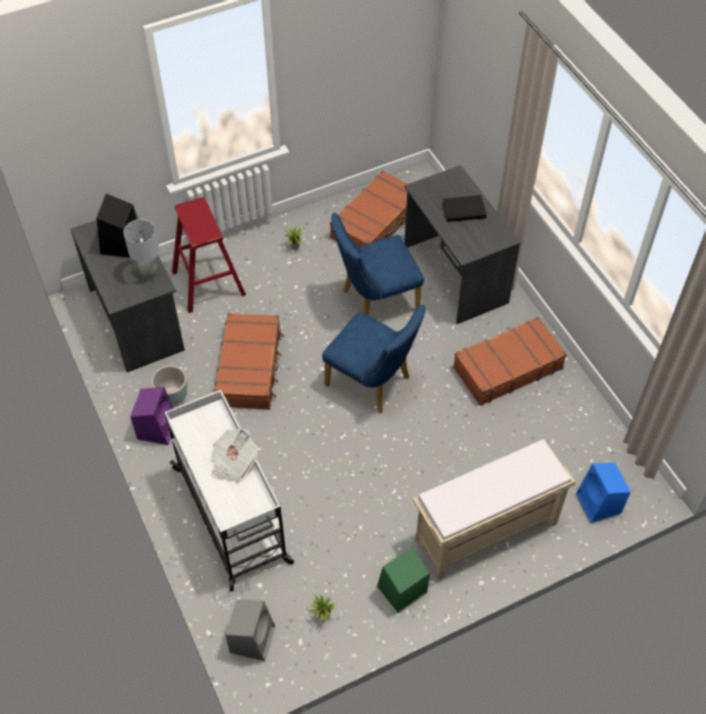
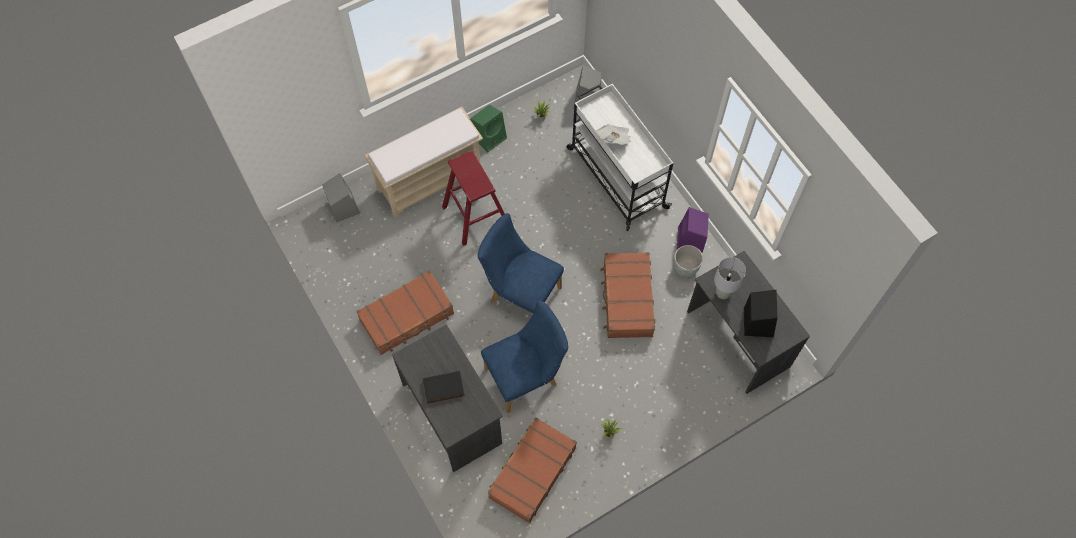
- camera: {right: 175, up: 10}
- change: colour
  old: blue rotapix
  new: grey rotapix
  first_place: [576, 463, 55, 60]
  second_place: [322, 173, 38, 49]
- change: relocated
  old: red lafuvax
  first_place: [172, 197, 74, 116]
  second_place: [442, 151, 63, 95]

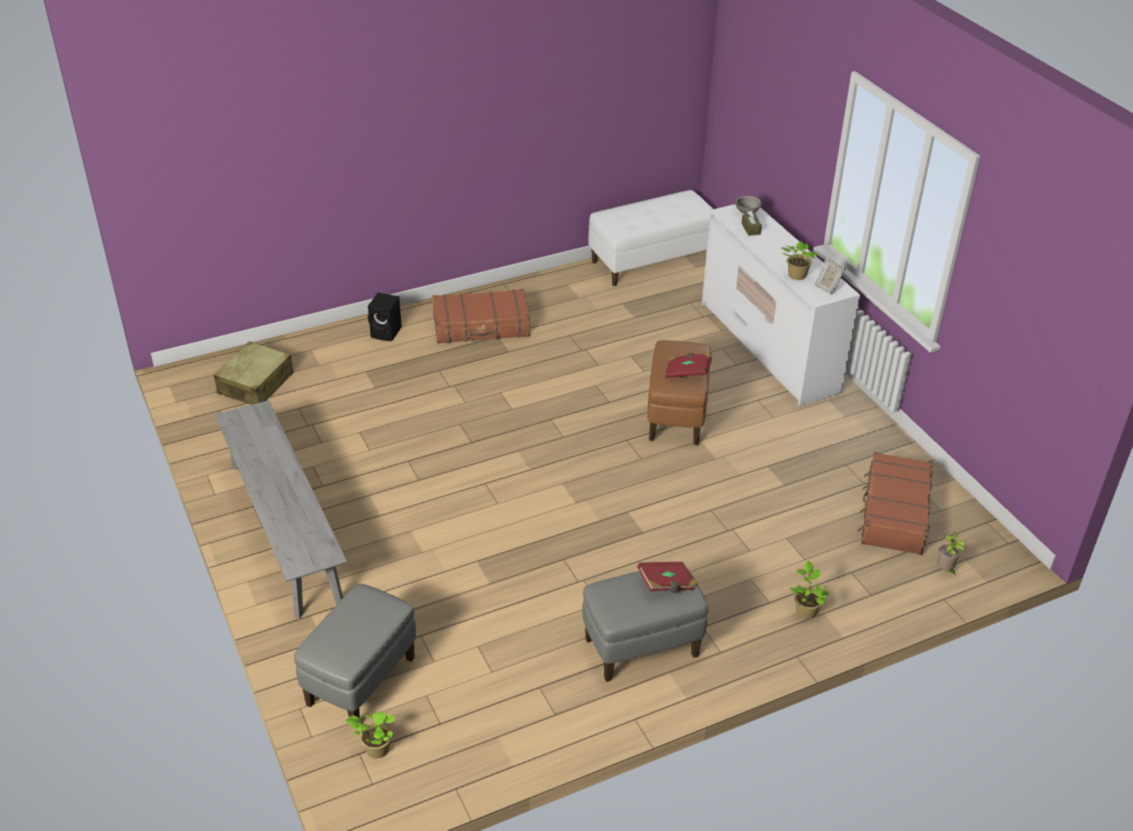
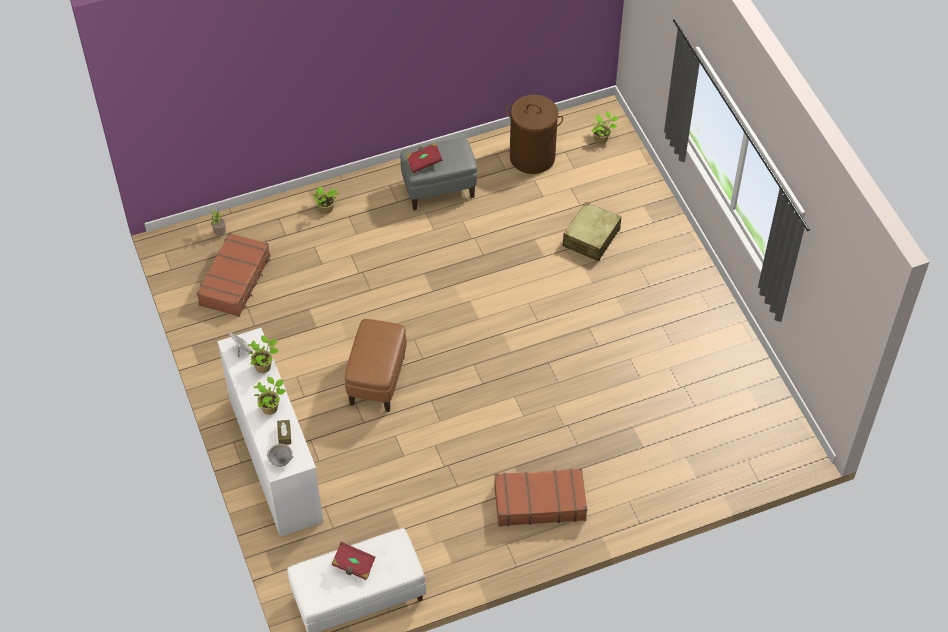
- camera: {right: -175, up: 15}
- change: appeared
  new: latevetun
  second_place: [253, 377, 33, 38]
- change: relocated
  old: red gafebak
  first_place: [665, 353, 47, 25]
  second_place: [331, 542, 45, 38]
- change: appeared
  new: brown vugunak
  second_place: [506, 95, 57, 79]
- change: relocated
  old: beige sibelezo
  first_place: [214, 341, 80, 64]
  second_place: [563, 202, 58, 59]
- change: missing
  old: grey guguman
  first_place: [215, 400, 132, 219]
- change: missing
  old: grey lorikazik
  first_place: [294, 584, 122, 142]
- change: missing
  old: black rotapix
  first_place: [368, 293, 34, 48]

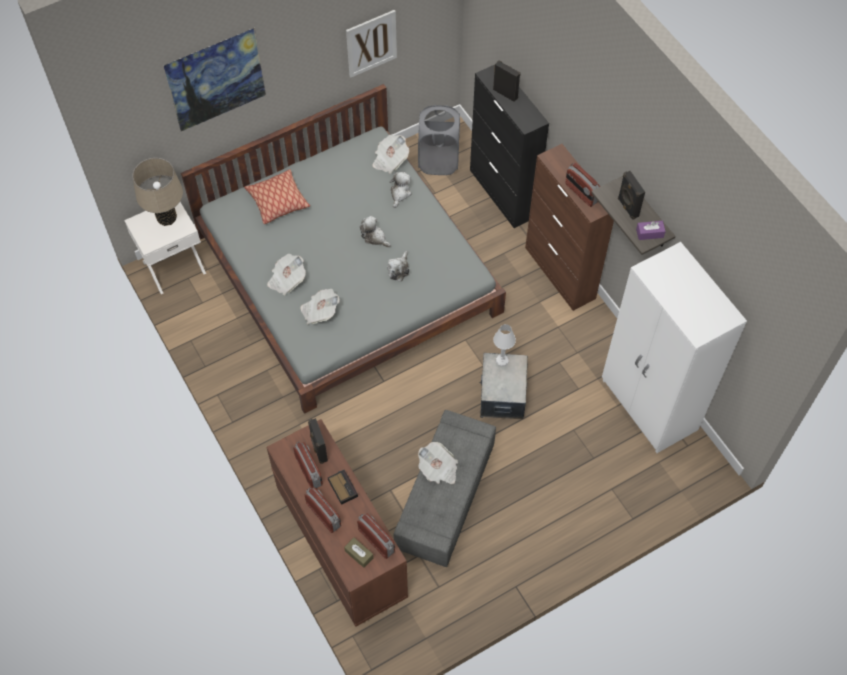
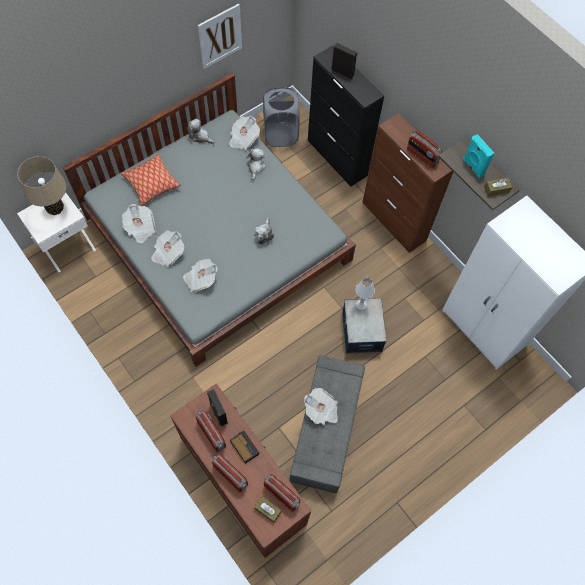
- camera: {right: -10, up: 5}
- change: appeared
  new: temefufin
  second_place: [122, 204, 34, 40]
- change: relocated
  old: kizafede
  first_place: [360, 216, 31, 31]
  second_place: [187, 119, 27, 25]
- change: colour
  old: black rotapix
  new: turquoise rotapix
  first_place: [618, 171, 27, 49]
  second_place: [463, 134, 31, 44]
- change: colour
  old: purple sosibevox
  new: brown sosibevox
  first_place: [636, 221, 30, 19]
  second_place: [484, 177, 28, 20]
- change: missing
  old: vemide
  first_place: [163, 28, 103, 103]

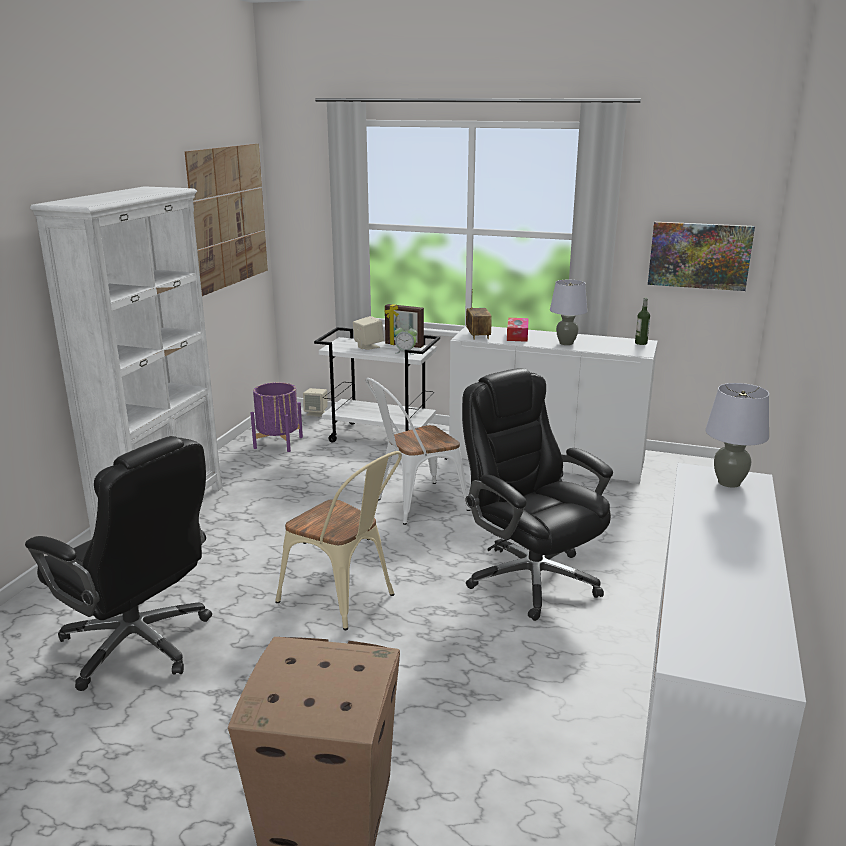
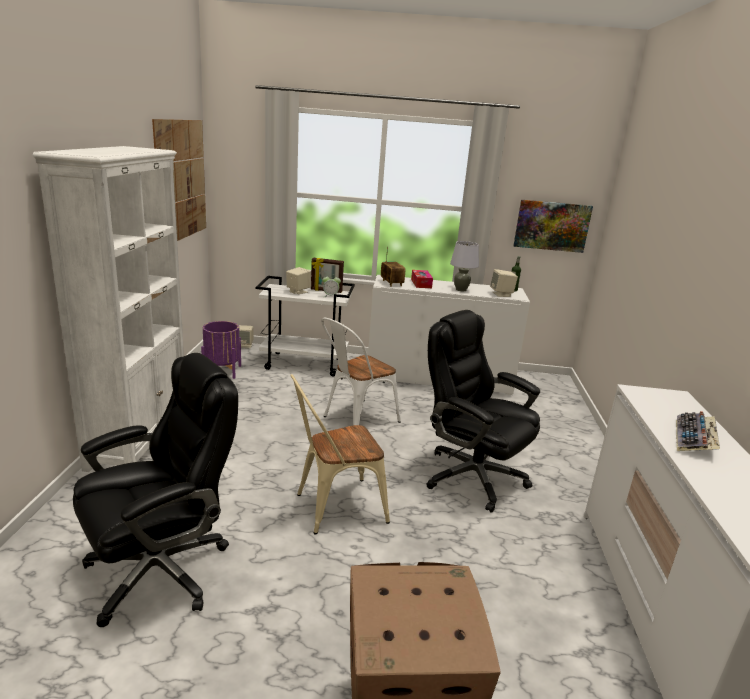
- camera: {right: -15, up: 0}
- change: spun
  old: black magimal
  first_place: [25, 436, 187, 255]
  second_place: [73, 353, 165, 274]
  degrees: -60
- change: spun
  old: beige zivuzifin
  first_place: [275, 451, 127, 179]
  second_place: [290, 374, 100, 160]
  degrees: 135
- change: appeared
  new: beige rotapix
  second_place: [490, 269, 28, 28]
- change: appeared
  new: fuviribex
  second_place: [676, 411, 44, 40]
- change: missing
  old: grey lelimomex
  first_place: [705, 383, 64, 105]

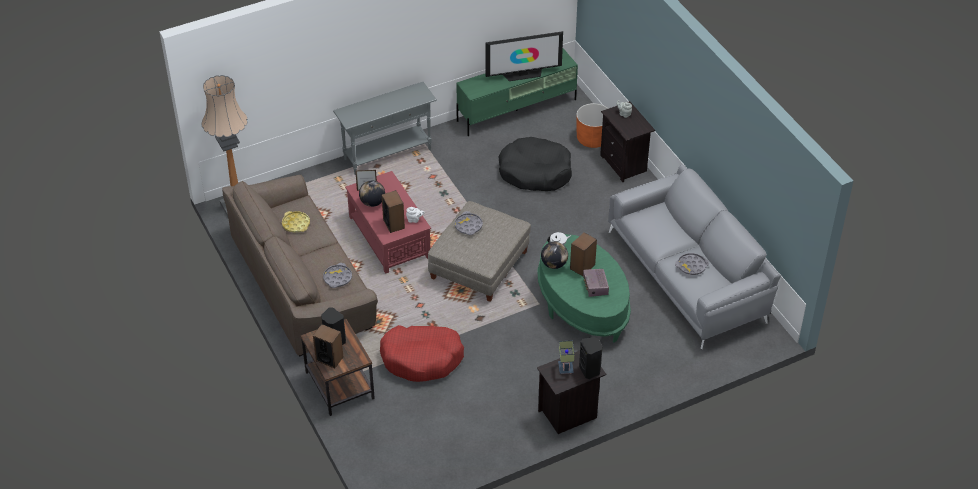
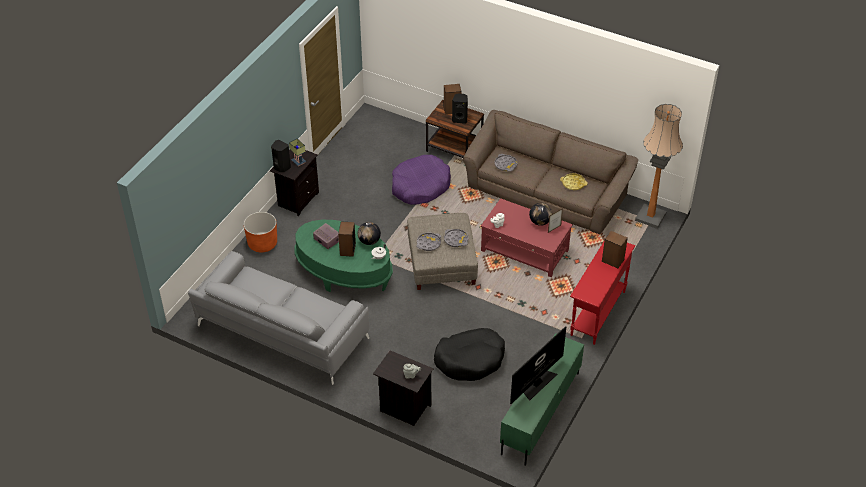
- camera: {right: 145, up: 0}
- change: relocated
  old: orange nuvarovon
  first_place: [576, 103, 33, 45]
  second_place: [243, 212, 34, 41]
- change: colour
  old: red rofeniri
  new: purple rofeniri
  first_place: [380, 325, 84, 57]
  second_place: [392, 155, 59, 50]
- change: relocated
  old: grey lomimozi
  first_place: [675, 253, 34, 22]
  second_place: [417, 233, 24, 18]
- change: colour
  old: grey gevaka
  new: red gevaka
  first_place: [333, 82, 104, 93]
  second_place: [570, 235, 65, 110]
- change: relocated
  old: rotapix
  first_place: [382, 190, 23, 43]
  second_place: [602, 231, 26, 37]

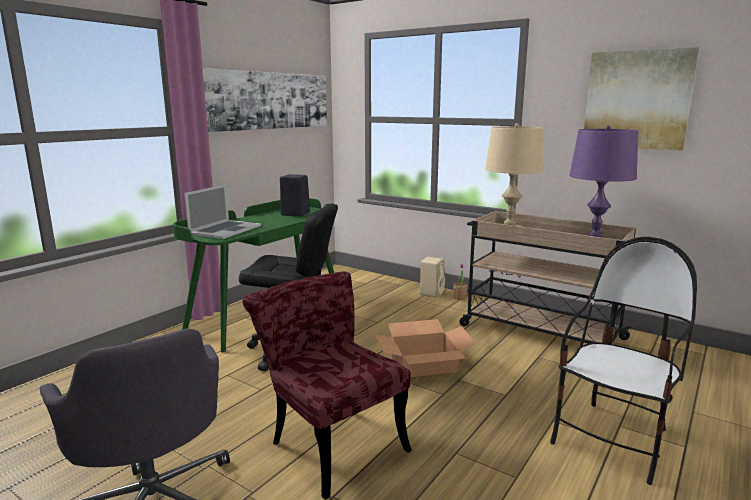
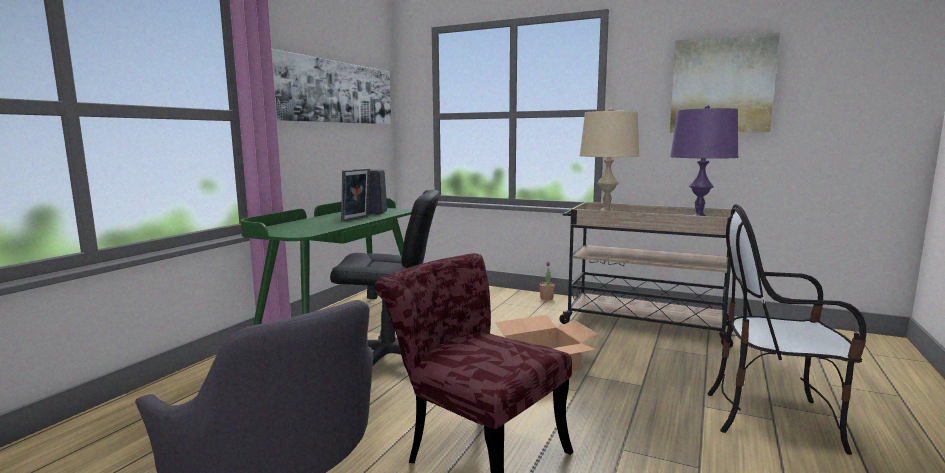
- camera: {right: -10, up: -5}
- change: appeared
  new: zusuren
  second_place: [341, 168, 29, 53]
- change: spun
  old: zivuzifin
  first_place: [550, 237, 147, 248]
  second_place: [707, 204, 159, 251]
  degrees: -105
- change: missing
  old: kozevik
  first_place: [184, 185, 77, 54]
- change: missing
  old: beige rotapix
  first_place: [420, 257, 25, 41]

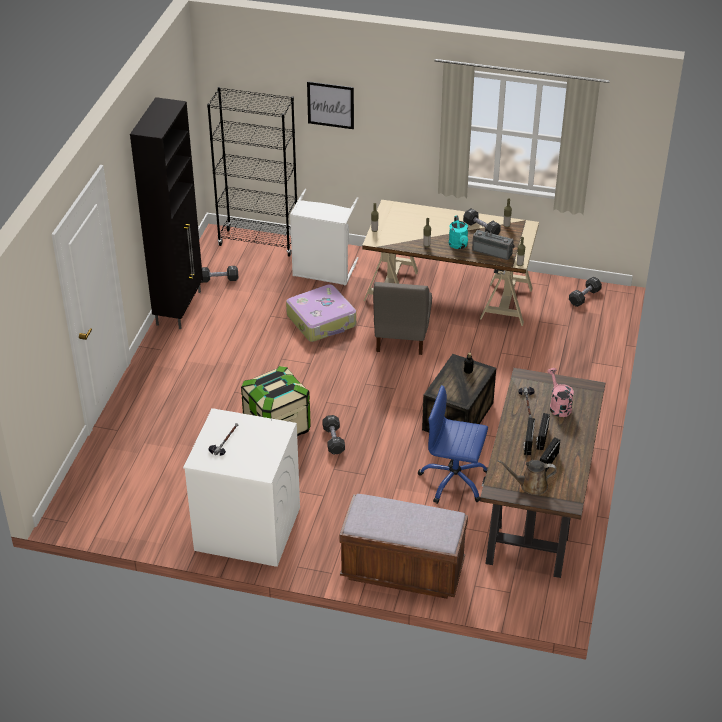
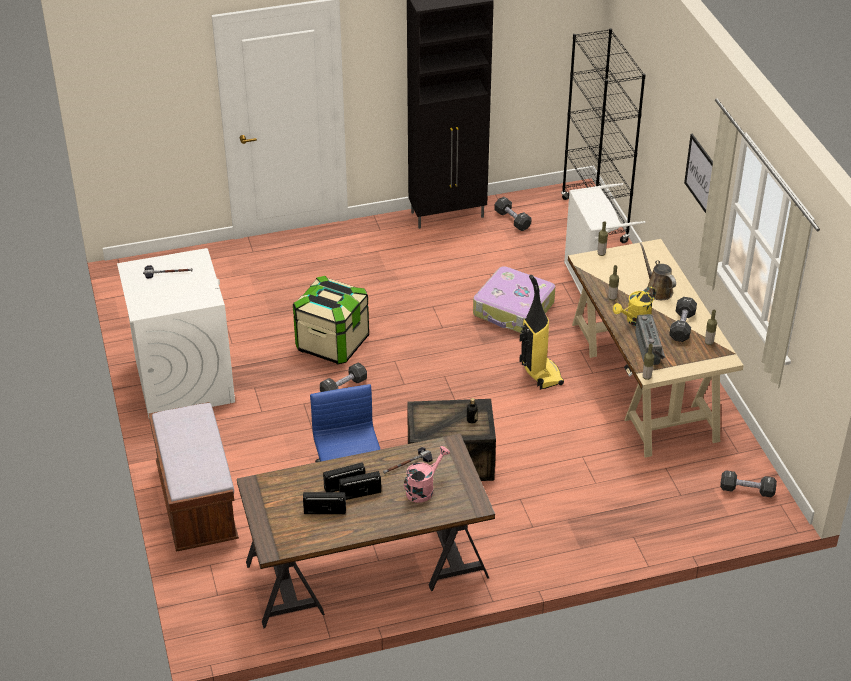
- camera: {right: 60, up: 0}
- change: exchanged
  old: grey zivuzifin
  new: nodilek
  first_place: [373, 282, 59, 73]
  second_place: [519, 275, 45, 115]
- change: colour
  old: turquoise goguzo
  new: yellow goguzo
  first_place: [449, 215, 19, 34]
  second_place: [613, 286, 43, 40]
- change: relocated
  old: brown goguzo
  first_place: [497, 460, 60, 35]
  second_place: [640, 243, 36, 57]
- change: relocated
  old: vemide
  first_place: [307, 81, 47, 48]
  second_place: [684, 134, 29, 79]

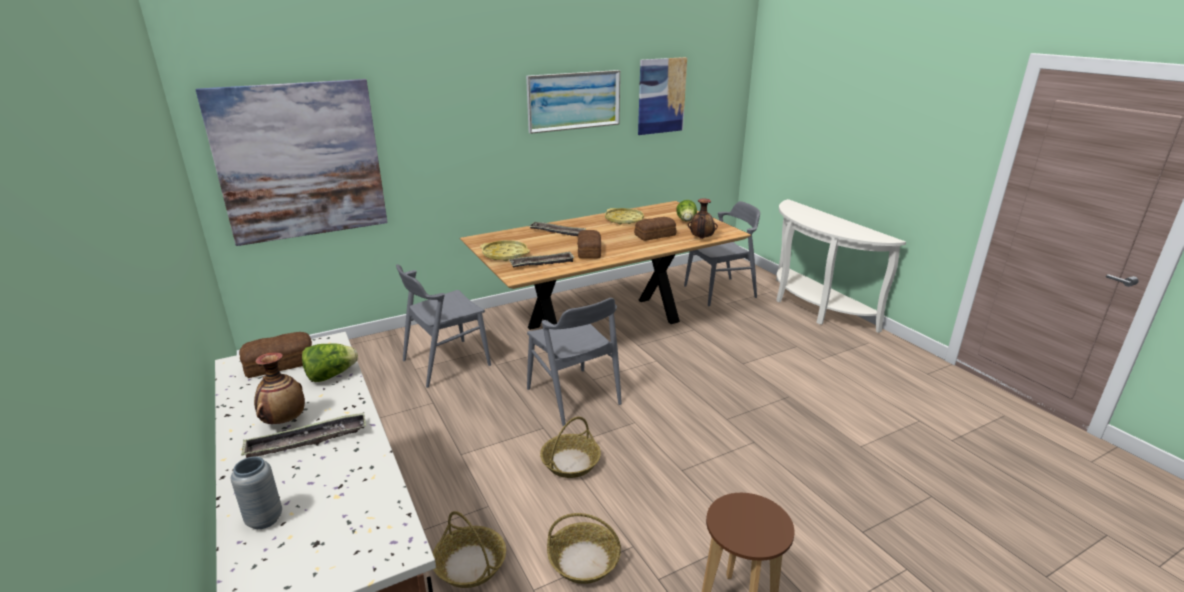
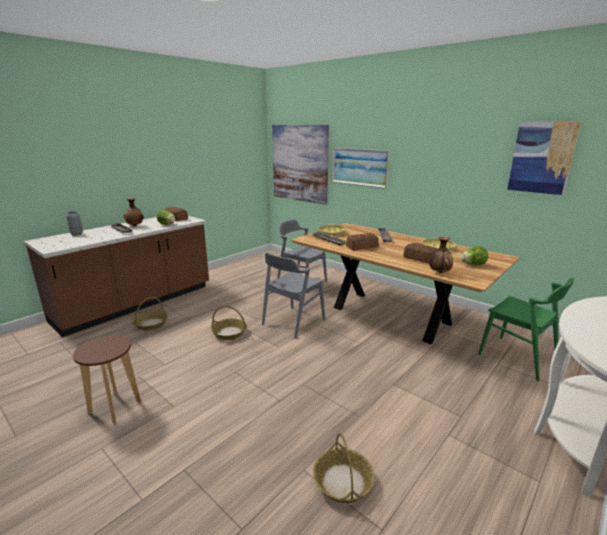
- camera: {right: 70, up: -5}
- change: relocated
  old: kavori
  first_place: [547, 513, 74, 71]
  second_place: [313, 433, 62, 70]
- change: relocated
  old: vemide
  first_place: [526, 70, 94, 64]
  second_place: [331, 148, 59, 41]
- change: colour
  old: grey zivuzifin
  new: green zivuzifin
  first_place: [684, 201, 76, 106]
  second_place: [478, 278, 96, 103]

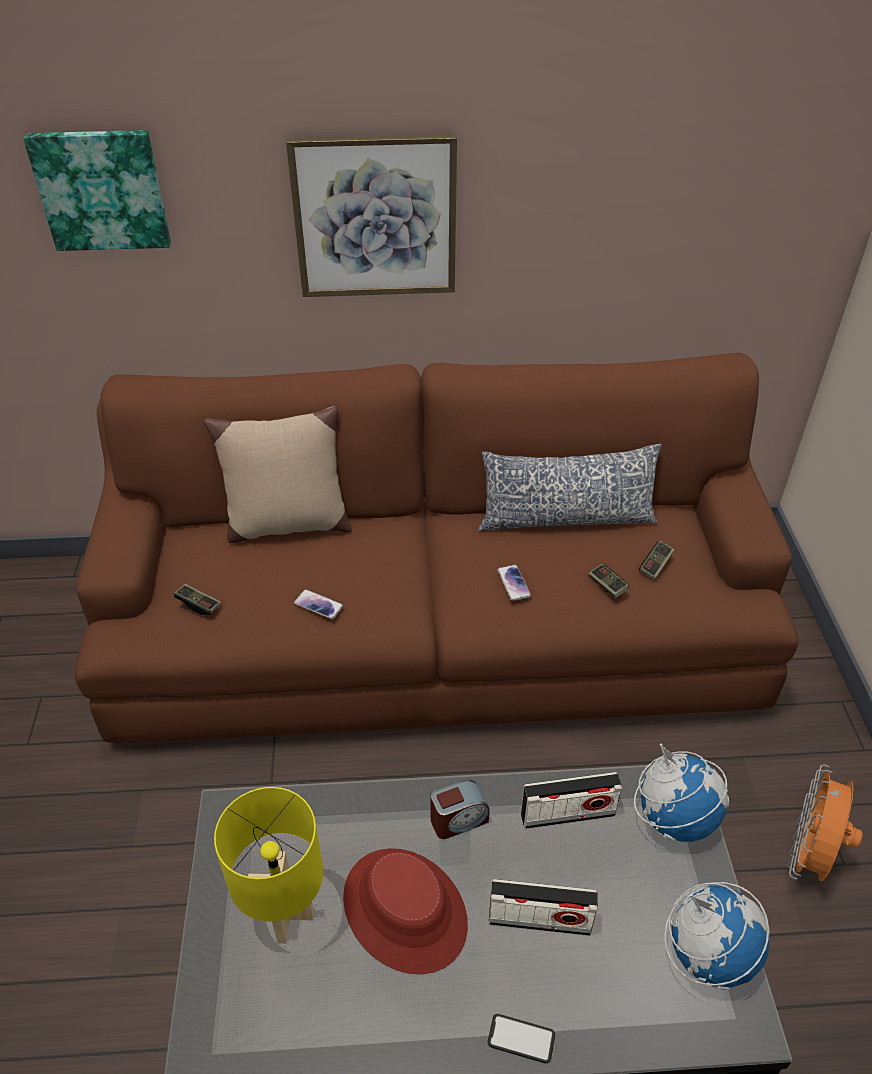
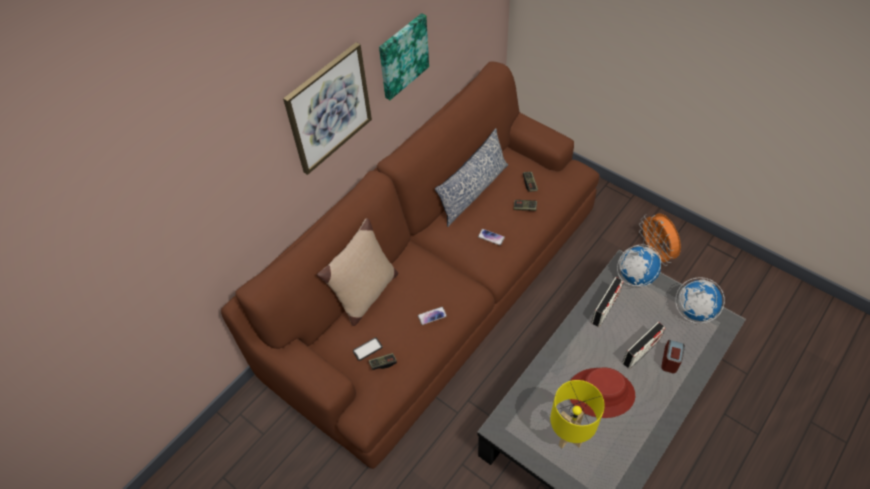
- camera: {right: -45, up: 10}
- change: relocated
  old: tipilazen
  first_place: [488, 1014, 67, 49]
  second_place: [353, 337, 30, 24]
- change: relocated
  old: vemide
  first_place: [23, 130, 148, 121]
  second_place: [379, 13, 50, 87]
- change: relocated
  old: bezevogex
  first_place: [430, 780, 60, 59]
  second_place: [661, 340, 24, 33]

